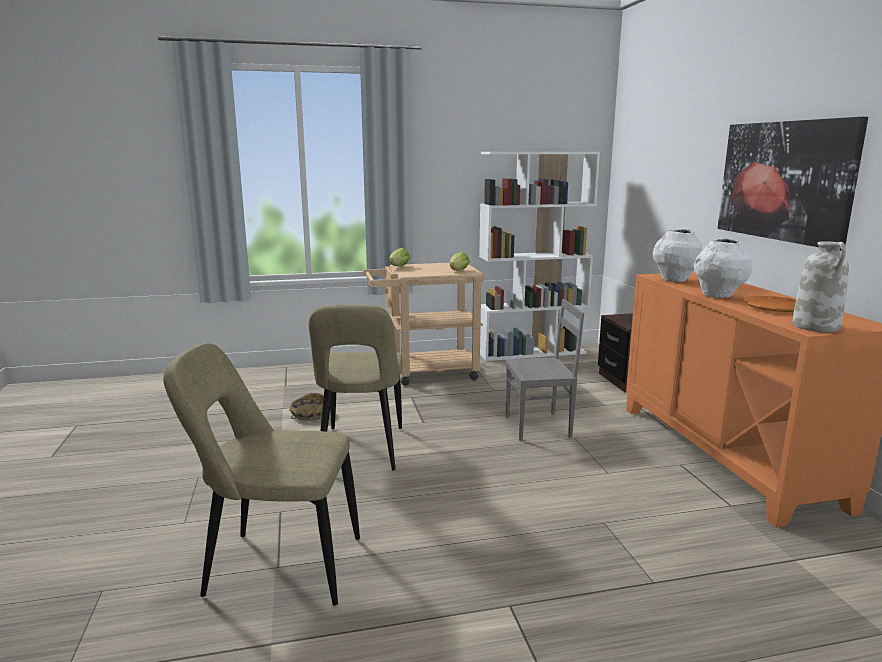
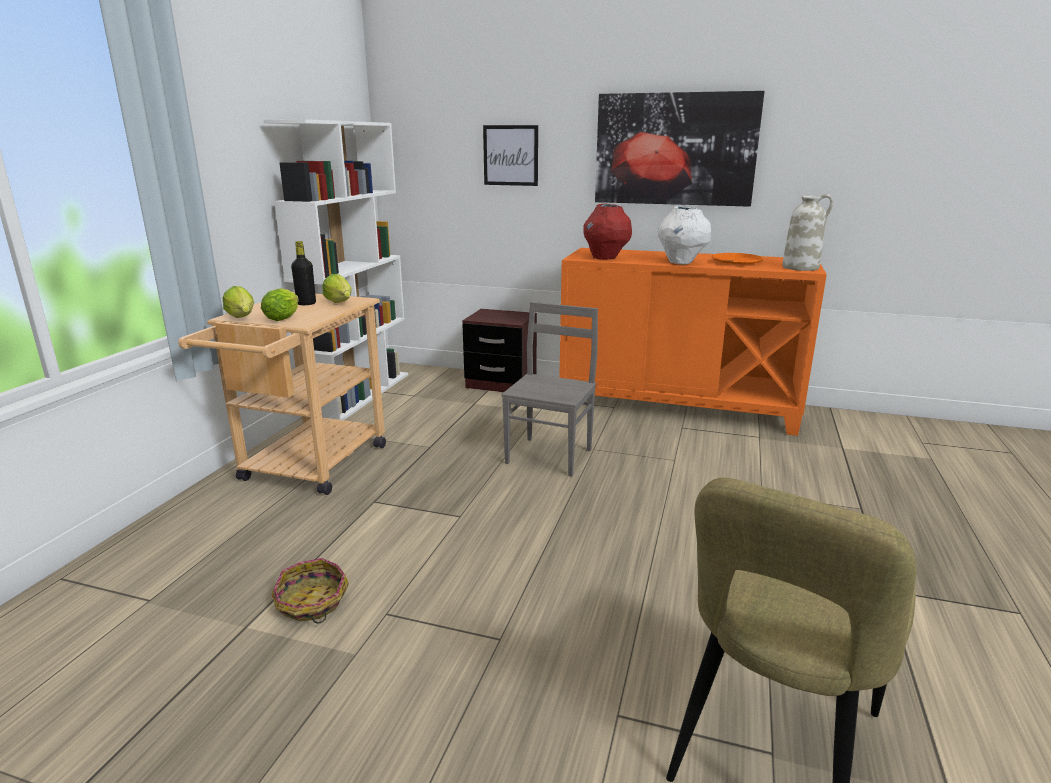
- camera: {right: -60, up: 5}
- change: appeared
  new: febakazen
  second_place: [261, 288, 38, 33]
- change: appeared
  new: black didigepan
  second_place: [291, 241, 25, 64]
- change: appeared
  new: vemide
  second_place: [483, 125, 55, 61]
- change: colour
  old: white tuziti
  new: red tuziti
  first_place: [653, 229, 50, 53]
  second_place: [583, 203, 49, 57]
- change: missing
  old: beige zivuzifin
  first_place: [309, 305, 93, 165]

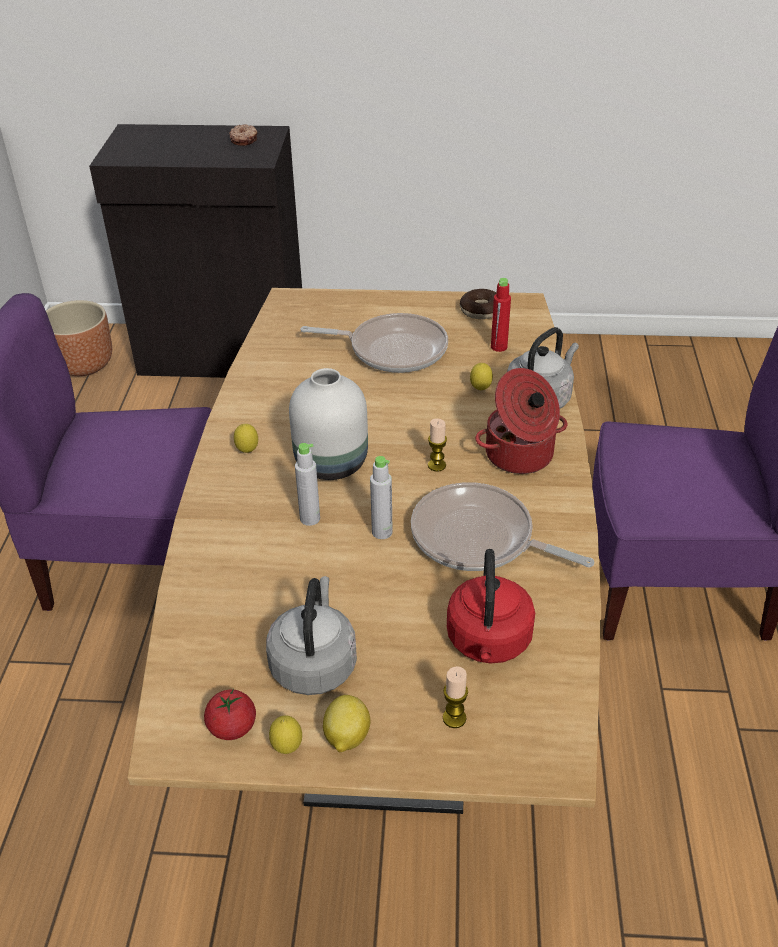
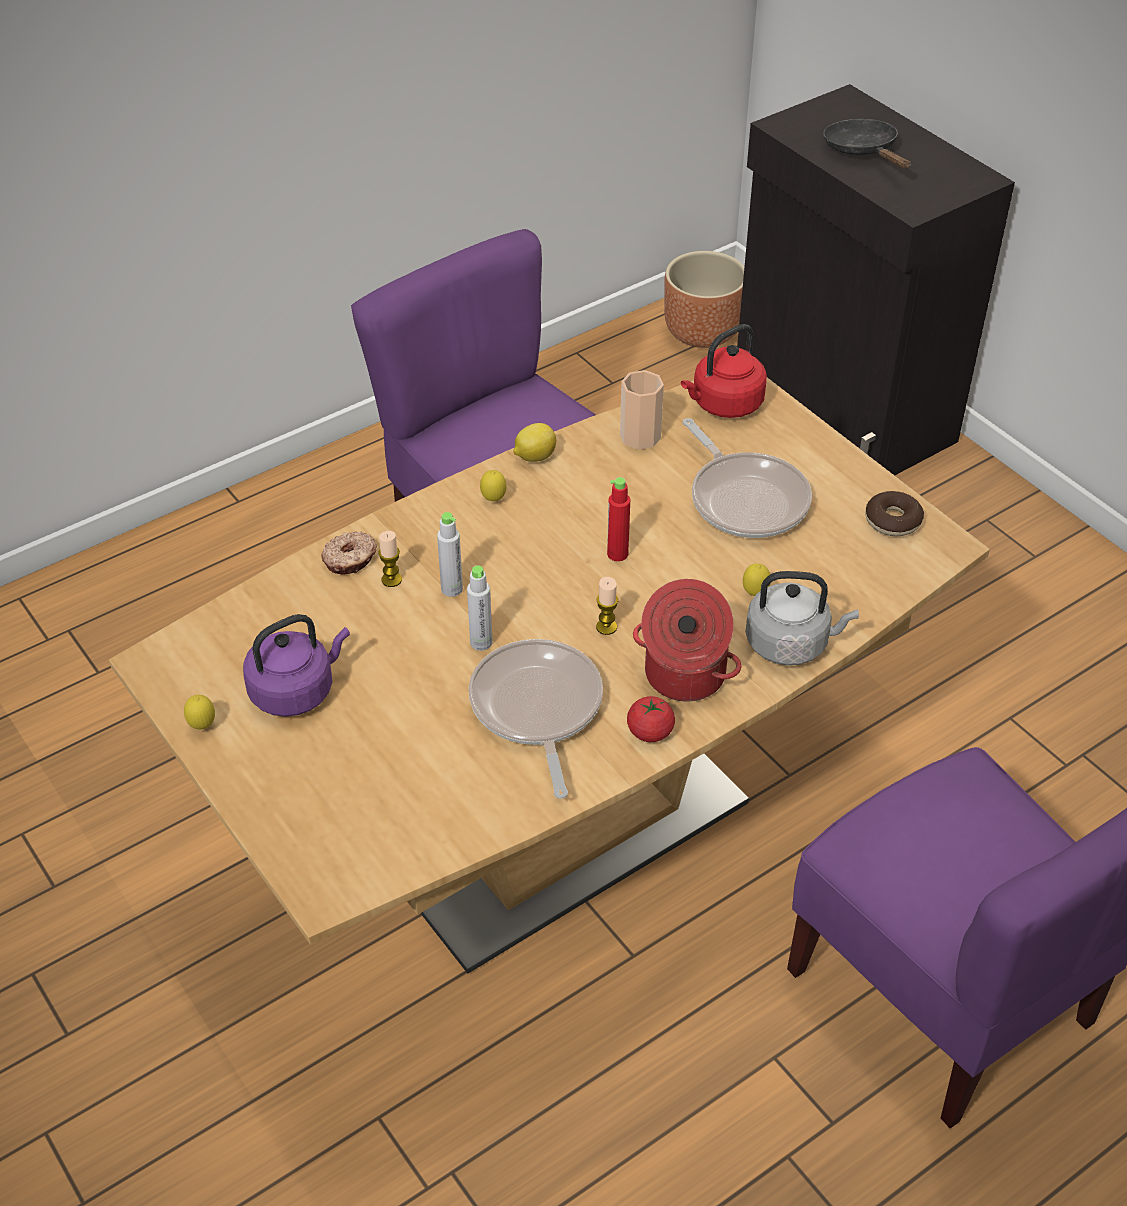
- camera: {right: 50, up: 5}
- change: colour
  old: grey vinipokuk
  new: purple vinipokuk
  first_place: [266, 576, 91, 119]
  second_place: [243, 614, 107, 103]
- change: relocated
  old: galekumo
  first_place: [229, 124, 29, 22]
  second_place: [321, 531, 56, 44]
- change: relocated
  old: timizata
  first_place: [443, 666, 25, 62]
  second_place: [378, 531, 24, 56]
- change: relocated
  old: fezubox
  first_place: [323, 695, 47, 57]
  second_place: [513, 423, 43, 39]
- change: relocated
  old: red didigepan
  first_place: [491, 278, 20, 74]
  second_place: [607, 477, 23, 84]
- change: appeared
  new: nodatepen
  second_place: [620, 370, 44, 79]
- change: relocated
  old: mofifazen
  first_place: [204, 689, 52, 51]
  second_place: [627, 696, 48, 46]
- change: relocated
  old: red vinipokuk
  first_place: [447, 549, 88, 115]
  second_place: [681, 324, 86, 94]
- change: appeared
  new: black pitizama
  second_place: [823, 119, 88, 50]
- change: missing
  old: white tuziti
  first_place: [289, 368, 79, 112]

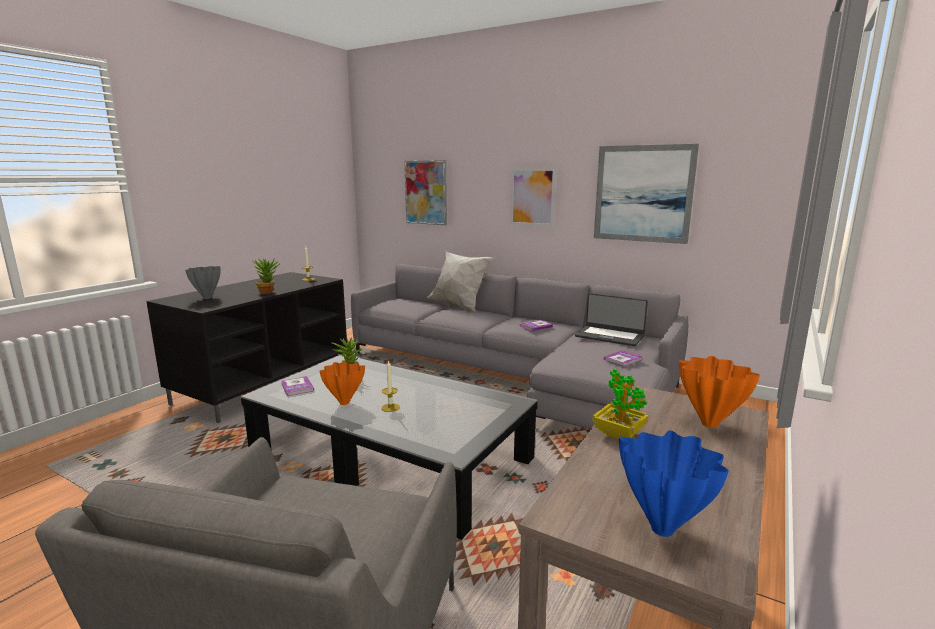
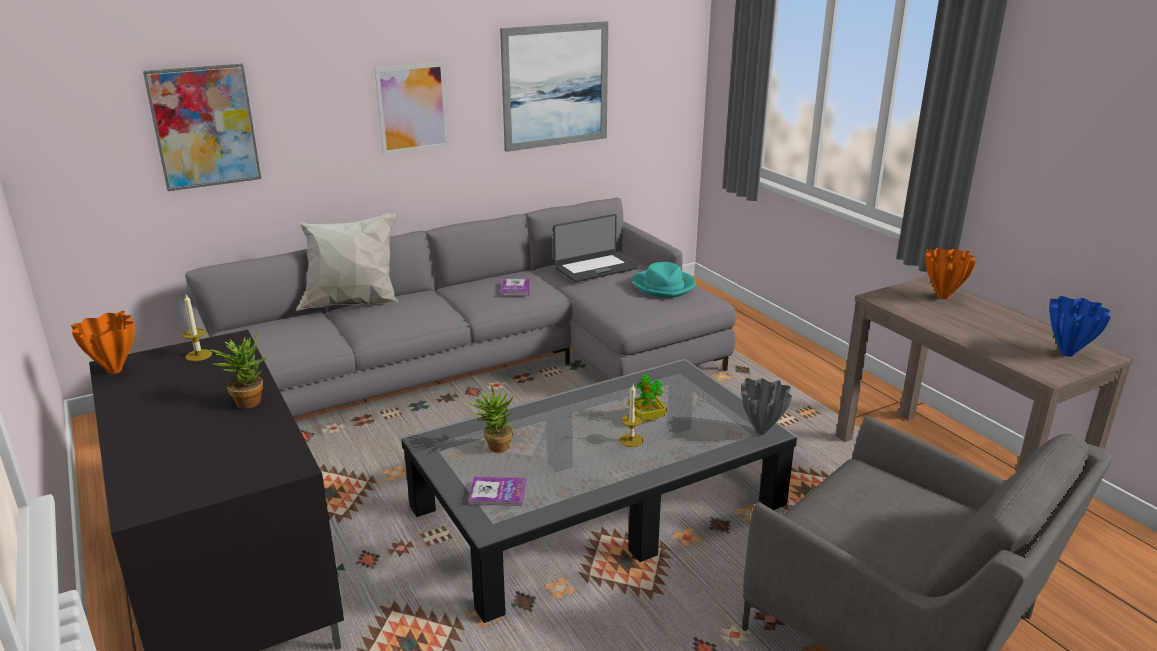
- camera: {right: -60, up: 10}
- change: relocated
  old: orange tuziti
  first_place: [320, 362, 45, 43]
  second_place: [71, 311, 64, 63]
- change: relocated
  old: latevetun
  first_place: [592, 368, 56, 71]
  second_place: [628, 374, 39, 48]
- change: exchanged
  old: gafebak
  new: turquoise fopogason
  first_place: [604, 350, 39, 17]
  second_place: [632, 262, 64, 36]
- change: relocated
  old: grey tuziti
  first_place: [185, 266, 35, 33]
  second_place: [741, 378, 51, 57]

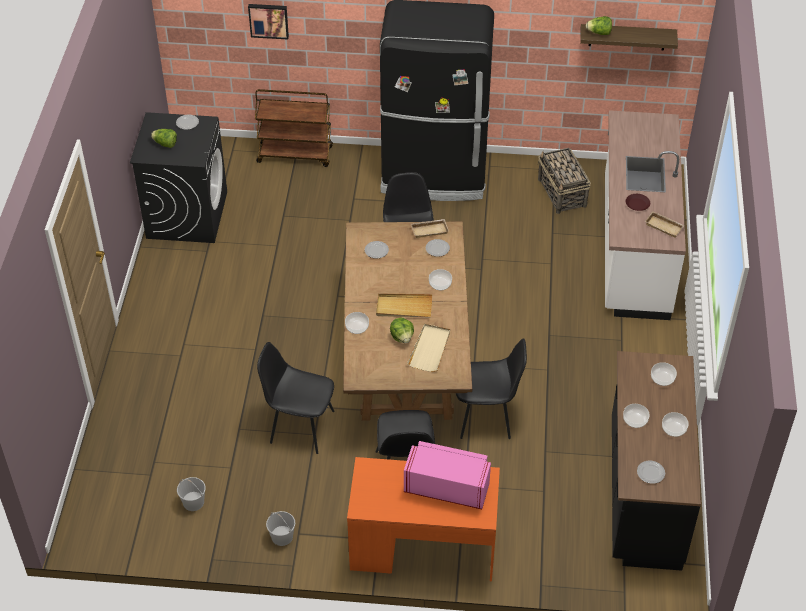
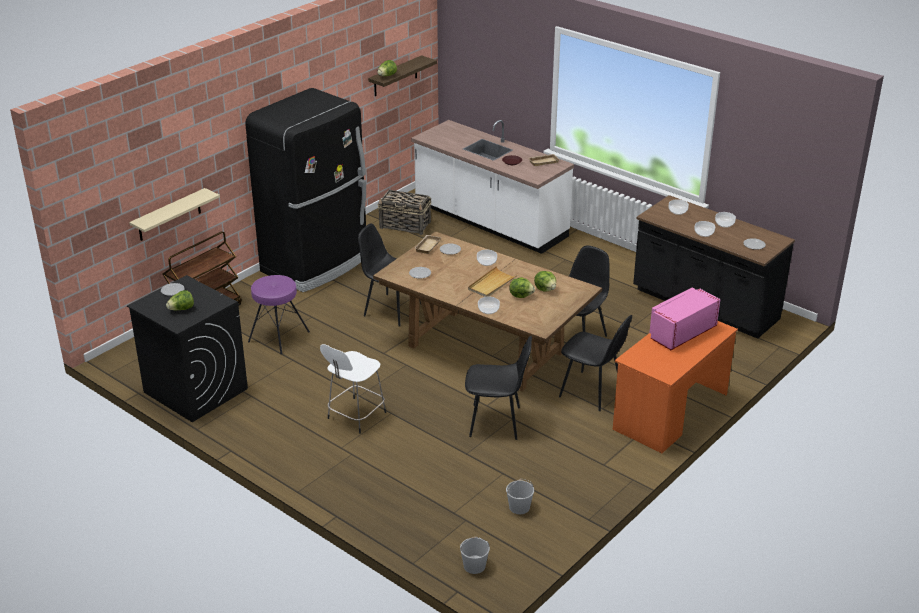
- camera: {right: -55, up: -15}
- change: appeared
  new: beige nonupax
  second_place: [129, 188, 91, 53]
- change: appeared
  new: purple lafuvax
  second_place: [248, 275, 62, 79]
- change: appeared
  new: white lafuvax
  second_place: [320, 344, 66, 90]
- change: relocated
  old: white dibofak
  first_place: [266, 511, 29, 35]
  second_place: [460, 537, 30, 37]
- change: spun
  old: black zivuzifin
  first_place: [257, 342, 78, 112]
  second_place: [465, 336, 67, 104]
  degrees: -135
- change: exchanged
  old: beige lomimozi
  new: febakazen
  first_place: [407, 324, 43, 48]
  second_place: [534, 271, 22, 21]
- change: missing
  old: vemide
  first_place: [248, 4, 41, 36]

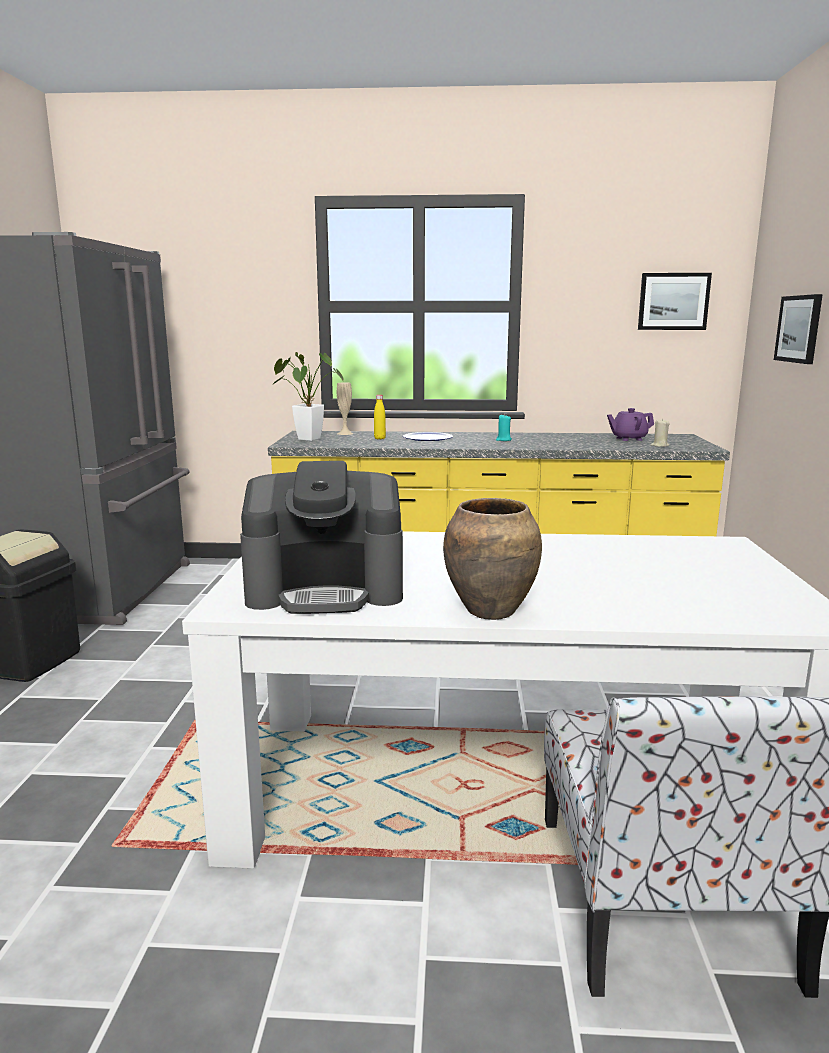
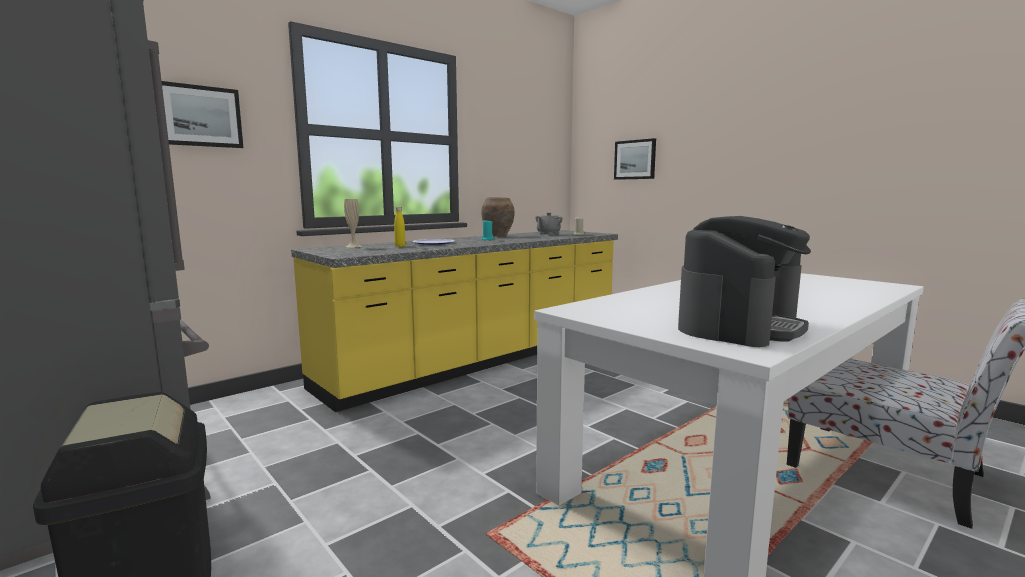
- camera: {right: -45, up: -5}
- change: relocated
  old: vemide
  first_place: [638, 273, 74, 57]
  second_place: [162, 81, 81, 67]
- change: relocated
  old: brown tuziti
  first_place: [443, 498, 99, 122]
  second_place: [481, 197, 34, 39]
- change: colour
  old: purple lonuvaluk
  new: grey lonuvaluk
  first_place: [607, 408, 47, 33]
  second_place: [535, 212, 28, 23]
- change: missing
  old: latevetun
  first_place: [271, 352, 73, 89]

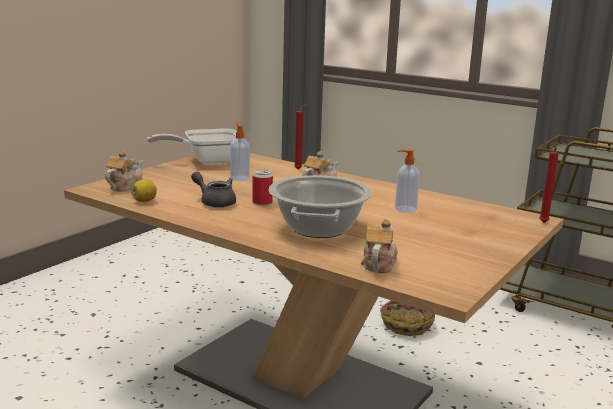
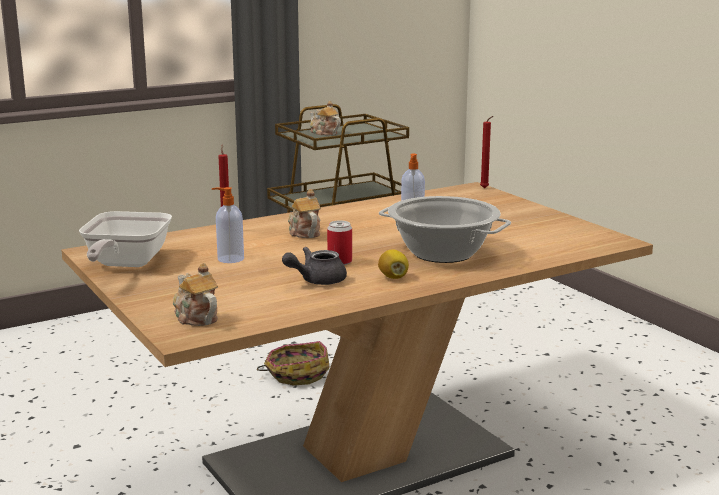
- camera: {right: -65, up: 0}
- change: relocated
  old: lonuvaluk
  first_place: [361, 219, 36, 54]
  second_place: [310, 101, 31, 34]
- change: relocated
  old: fezubox
  first_place: [131, 179, 26, 23]
  second_place: [378, 249, 31, 30]

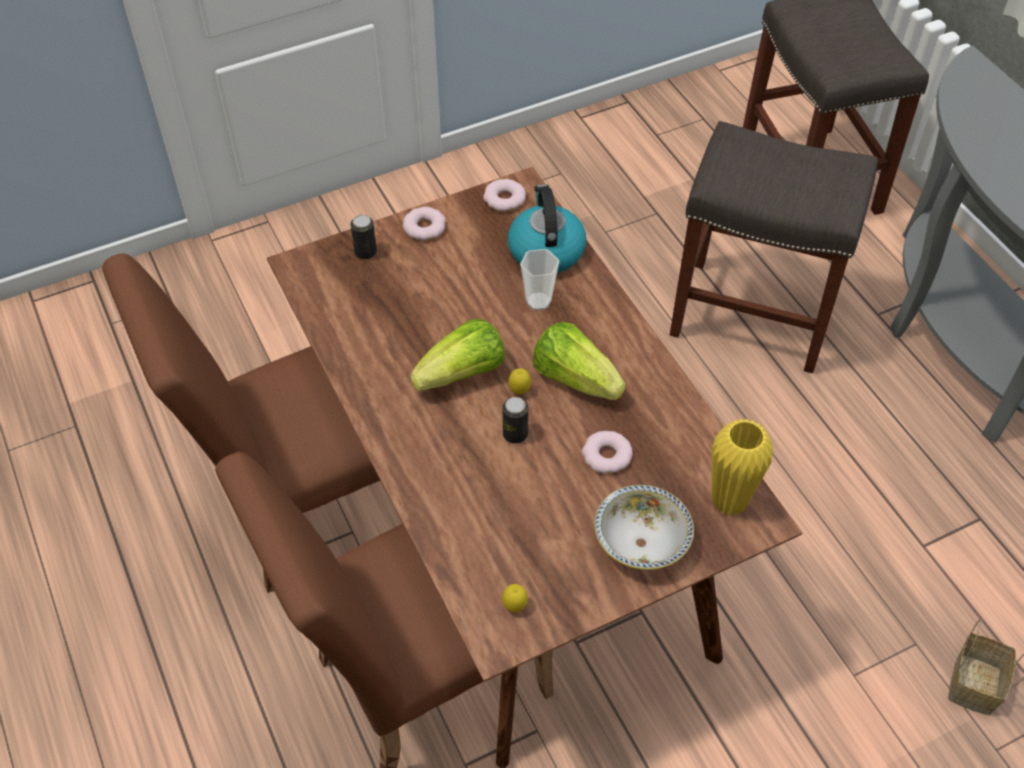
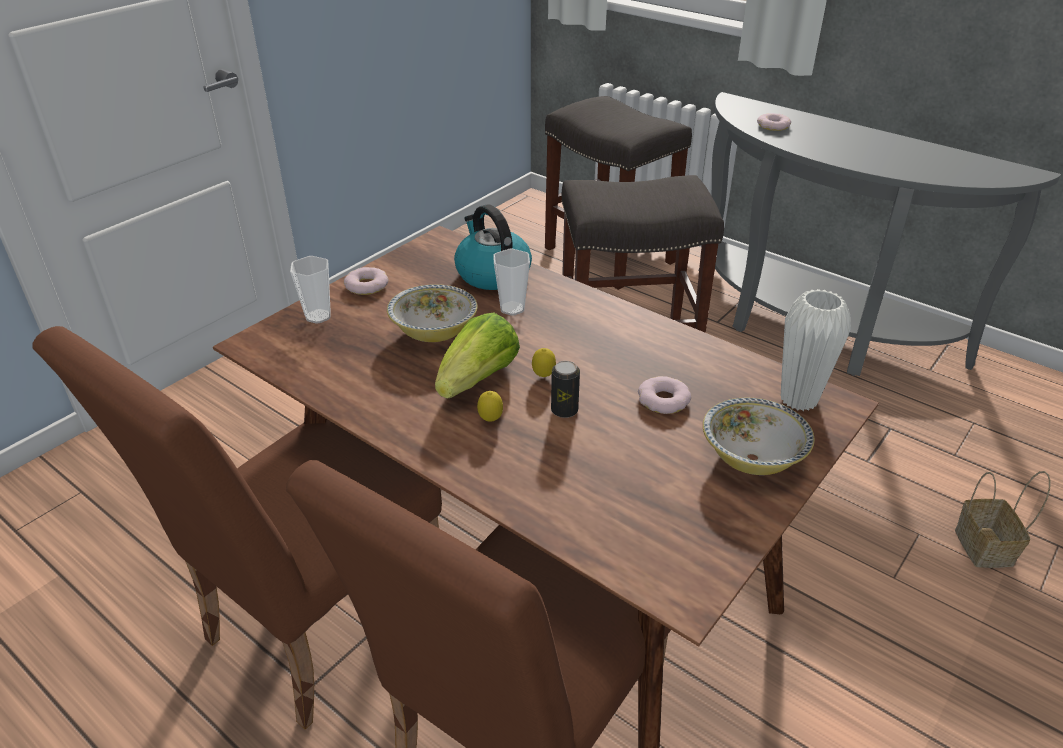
- camera: {right: -25, up: -15}
- change: exchanged
  old: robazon
  new: nodatepen
  first_place: [350, 215, 27, 44]
  second_place: [290, 256, 41, 68]
- change: appeared
  new: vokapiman
  second_place: [387, 284, 91, 58]
- change: relocated
  old: fezubox
  first_place: [502, 584, 26, 28]
  second_place: [477, 391, 26, 31]
- change: relocated
  old: galekumo
  first_place: [483, 179, 43, 32]
  second_place: [757, 113, 34, 18]
- change: colour
  old: yellow tuziti
  new: white tuziti
  first_place: [712, 419, 61, 97]
  second_place: [781, 289, 70, 122]
- change: missing
  old: febakazen
  first_place: [533, 322, 93, 78]

